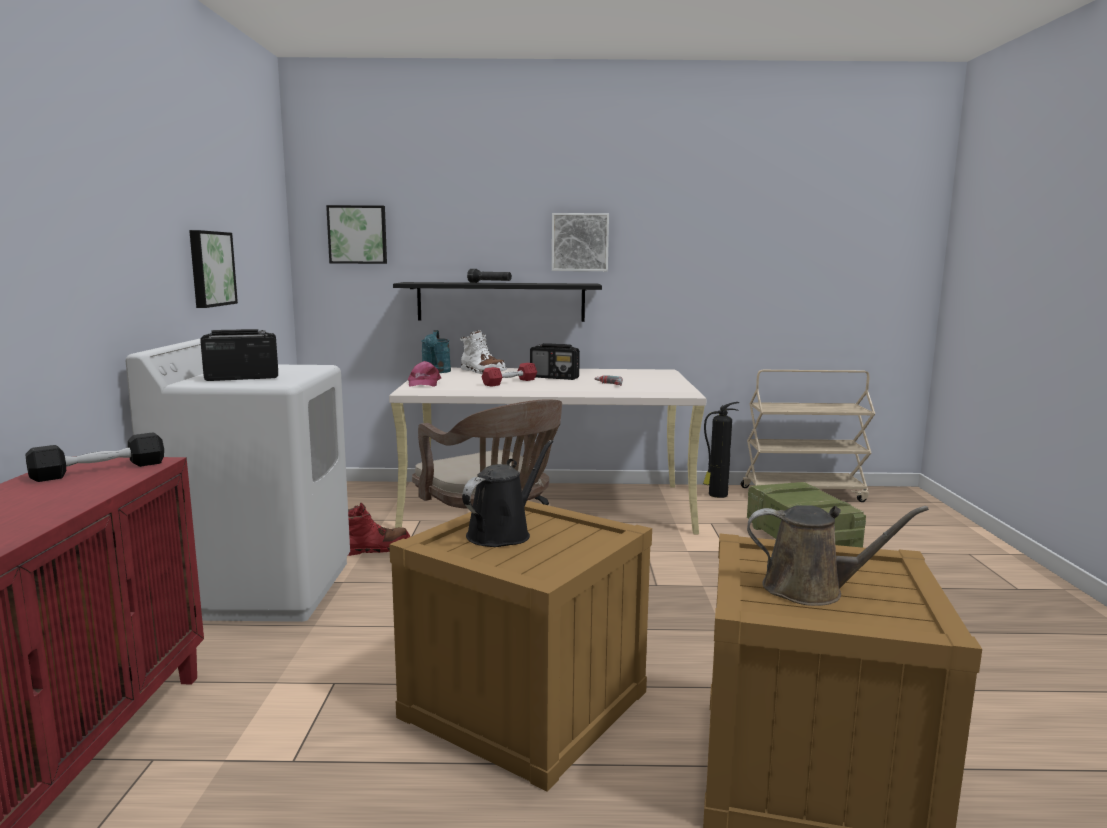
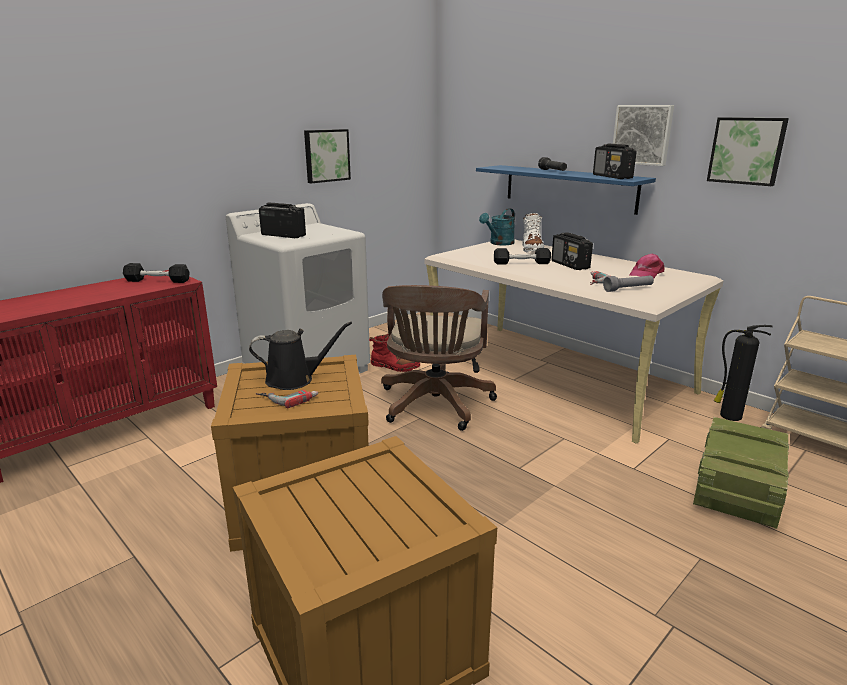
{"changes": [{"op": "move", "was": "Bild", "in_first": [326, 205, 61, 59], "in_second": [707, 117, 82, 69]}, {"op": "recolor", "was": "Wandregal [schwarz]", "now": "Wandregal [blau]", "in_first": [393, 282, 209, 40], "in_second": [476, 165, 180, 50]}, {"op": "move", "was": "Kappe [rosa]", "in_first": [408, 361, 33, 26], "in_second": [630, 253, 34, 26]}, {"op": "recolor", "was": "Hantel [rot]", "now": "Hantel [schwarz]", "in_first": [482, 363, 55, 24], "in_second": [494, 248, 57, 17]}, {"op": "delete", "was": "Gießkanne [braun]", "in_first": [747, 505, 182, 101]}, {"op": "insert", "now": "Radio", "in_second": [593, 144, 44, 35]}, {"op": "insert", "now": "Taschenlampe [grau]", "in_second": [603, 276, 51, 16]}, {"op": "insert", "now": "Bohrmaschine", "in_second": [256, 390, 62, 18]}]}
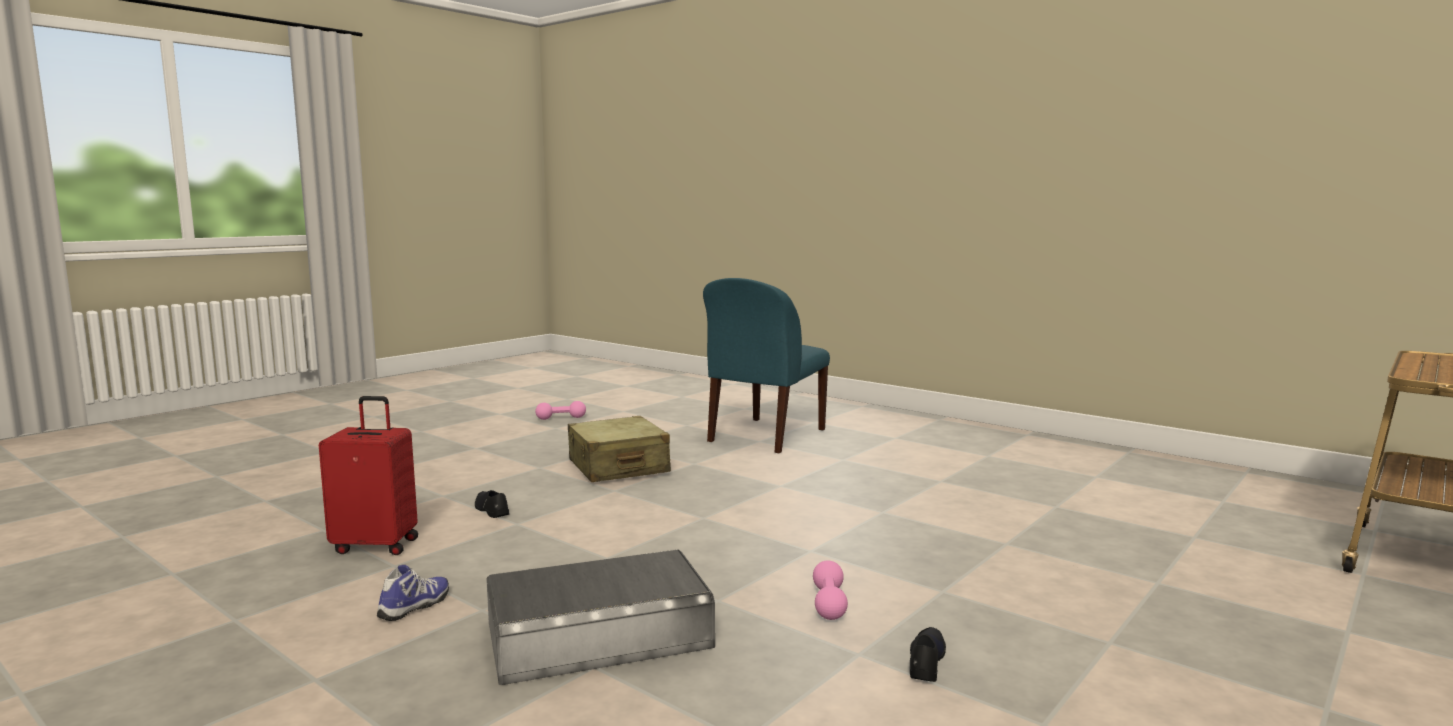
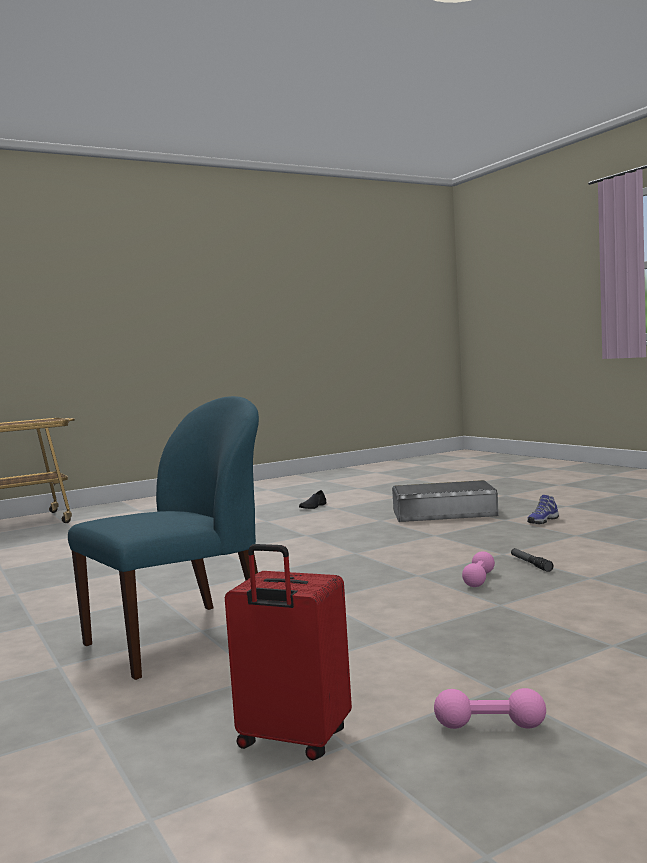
{"changes": [{"op": "move", "was": "Koffer [rot]", "in_first": [319, 396, 99, 159], "in_second": [225, 544, 127, 216]}, {"op": "delete", "was": "Koffer [beige]", "in_first": [568, 416, 103, 66]}, {"op": "replace", "was": "Schuh [schwarz]", "now": "Taschenlampe", "in_first": [475, 490, 34, 28], "in_second": [511, 548, 42, 24]}, {"op": "move", "was": "Hantel [rosa]", "in_first": [813, 560, 35, 60], "in_second": [462, 551, 33, 36]}]}
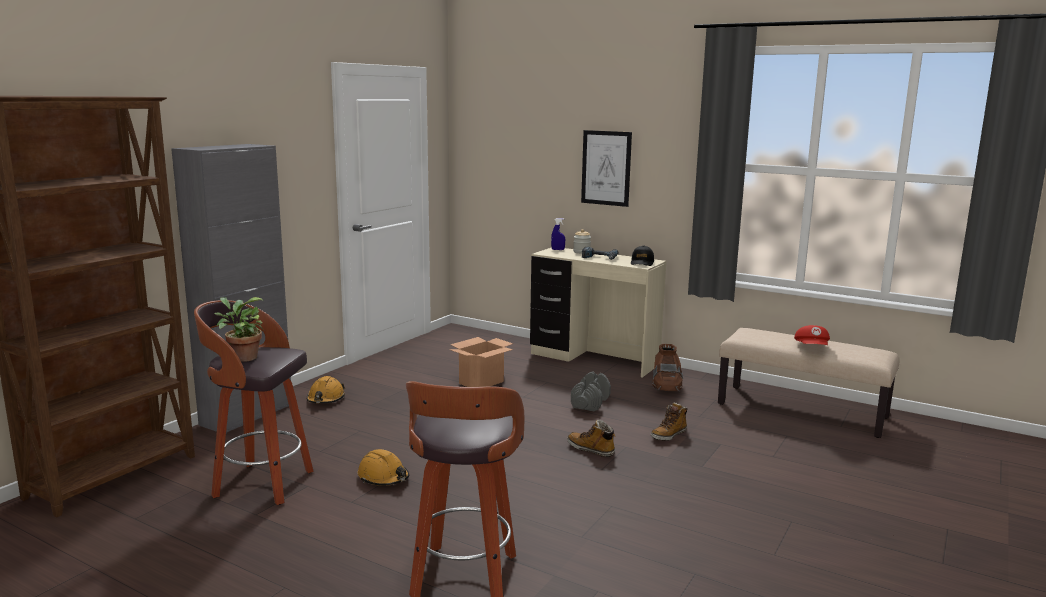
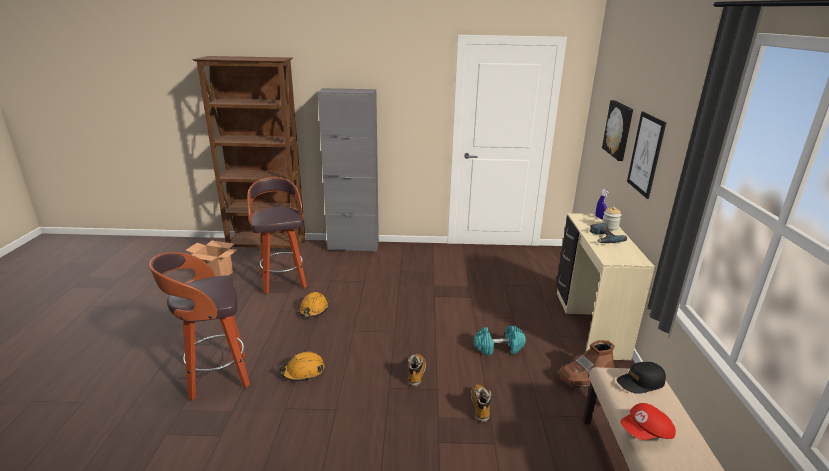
{"changes": [{"op": "move", "was": "Kappe [schwarz]", "in_first": [631, 246, 23, 20], "in_second": [617, 362, 49, 32]}, {"op": "delete", "was": "Topfpflanze", "in_first": [214, 297, 50, 65]}, {"op": "move", "was": "Karton", "in_first": [449, 337, 64, 50], "in_second": [186, 240, 51, 37]}, {"op": "recolor", "was": "Hantel [grau]", "now": "Hantel [türkis]", "in_first": [571, 371, 40, 41], "in_second": [474, 326, 52, 30]}, {"op": "move", "was": "Schutzhelm [orange]", "in_first": [307, 376, 38, 27], "in_second": [279, 352, 46, 29]}, {"op": "rotate", "was": "Stiefel", "in_first": [651, 402, 36, 39], "in_second": [471, 384, 21, 38], "clockwise": 75}, {"op": "insert", "now": "Bild", "in_second": [602, 100, 31, 61]}]}
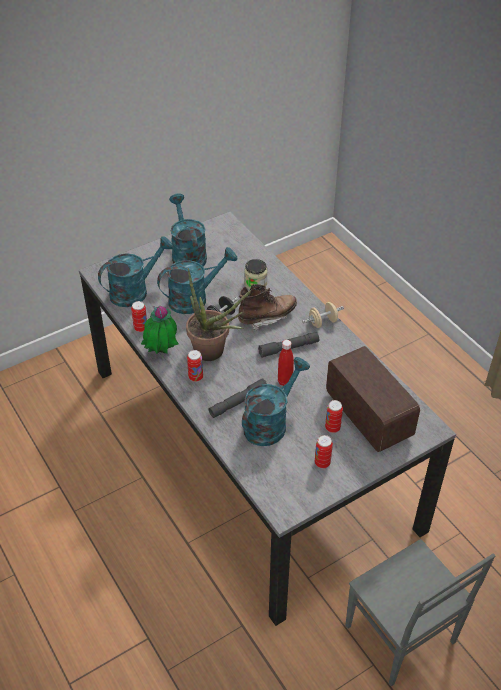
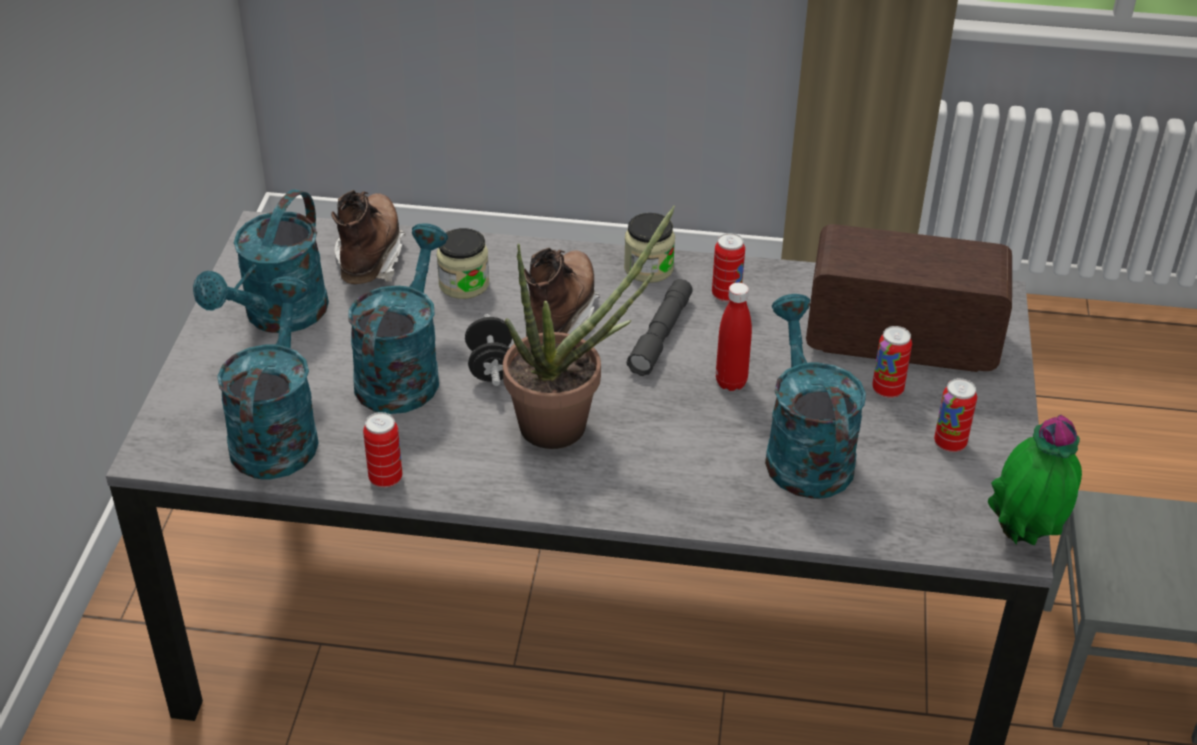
{"changes": [{"op": "rotate", "was": "Gießkanne [türkis]", "in_first": [169, 194, 38, 72], "in_second": [193, 189, 136, 144], "clockwise": -90}, {"op": "replace", "was": "Hantel [beige]", "now": "Vorratsglas", "in_first": [302, 302, 42, 26], "in_second": [624, 213, 51, 70]}, {"op": "move", "was": "Topfpflanze", "in_first": [141, 306, 38, 48], "in_second": [988, 415, 94, 130]}, {"op": "move", "was": "Dose", "in_first": [187, 350, 16, 32], "in_second": [712, 233, 33, 69]}, {"op": "delete", "was": "Taschenlampe [grau]", "in_first": [209, 378, 58, 40]}, {"op": "insert", "now": "Stiefel [braun]", "in_second": [331, 190, 74, 94]}]}
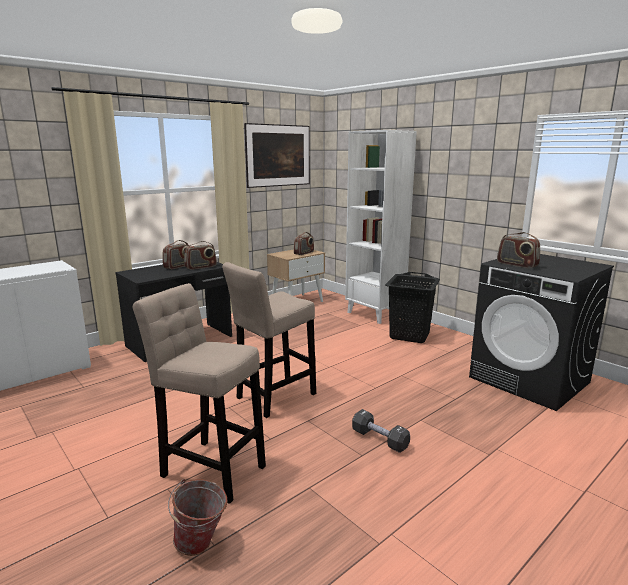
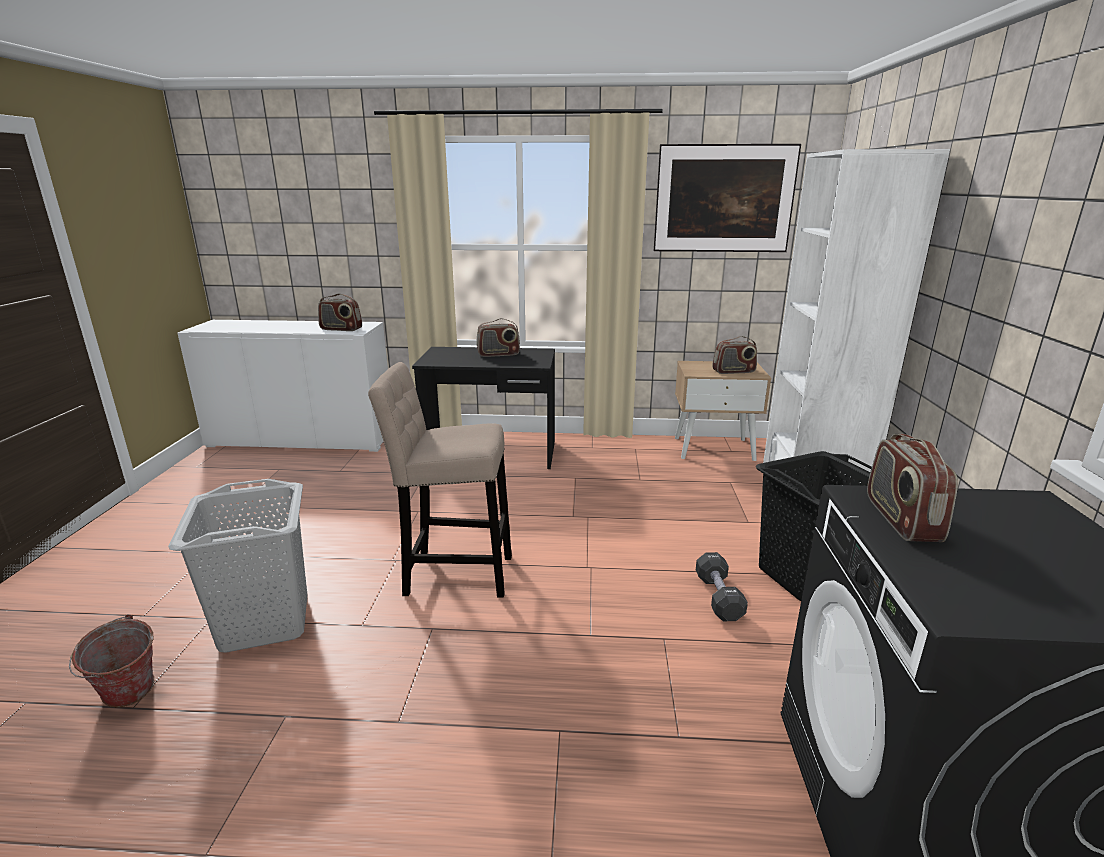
{"changes": [{"op": "move", "was": "Radio", "in_first": [184, 241, 33, 29], "in_second": [318, 294, 44, 37]}, {"op": "replace", "was": "Hocker [beige]", "now": "Wäschekorb [grau]", "in_first": [133, 283, 133, 221], "in_second": [168, 479, 139, 174]}, {"op": "move", "was": "Hantel [schwarz]", "in_first": [352, 409, 58, 44], "in_second": [696, 552, 52, 69]}]}
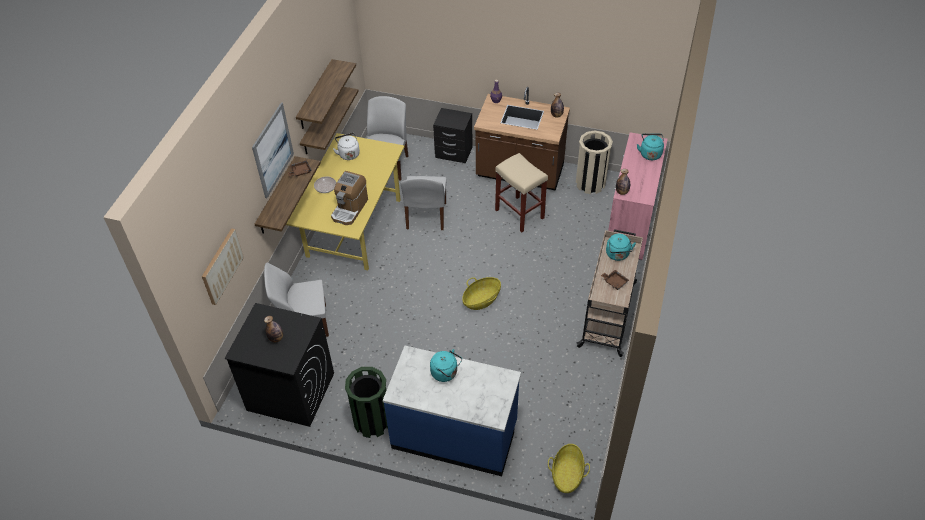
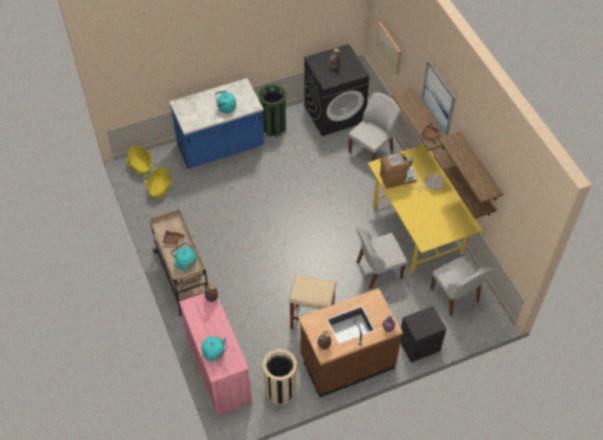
{"changes": [{"op": "delete", "was": "Wasserkessel [weiß]", "in_first": [333, 133, 27, 27]}, {"op": "rotate", "was": "Kaffeemaschine", "in_first": [331, 171, 37, 54], "in_second": [380, 153, 37, 36], "clockwise": 90}, {"op": "rotate", "was": "Stuhl [weiß]", "in_first": [400, 176, 46, 54], "in_second": [356, 227, 51, 62], "clockwise": -75}, {"op": "move", "was": "Korb", "in_first": [462, 277, 39, 33], "in_second": [144, 167, 29, 31]}]}
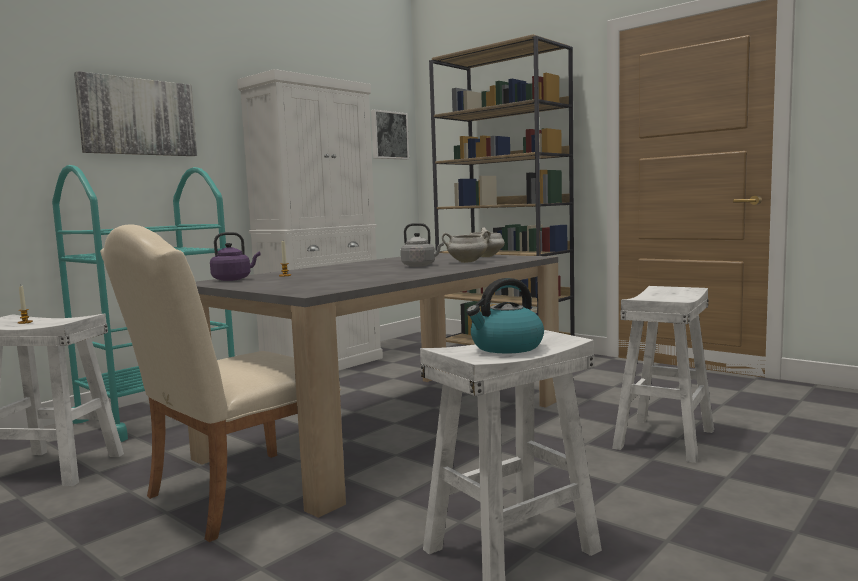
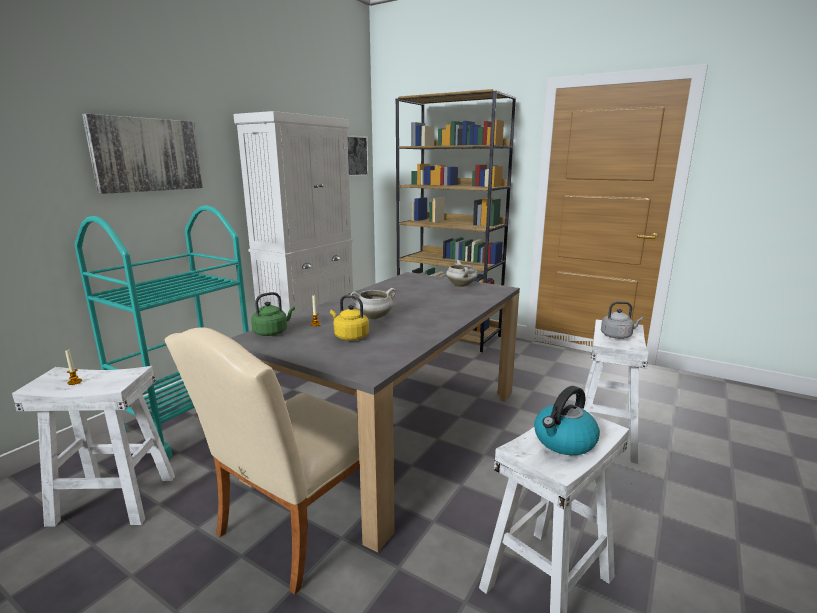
{"changes": [{"op": "move", "was": "Wasserkessel [grau]", "in_first": [401, 223, 43, 44], "in_second": [601, 301, 42, 38]}, {"op": "move", "was": "Kochtopf [weiß]", "in_first": [442, 230, 49, 33], "in_second": [351, 288, 45, 31]}, {"op": "recolor", "was": "Wasserkessel [lila]", "now": "Wasserkessel [grün]", "in_first": [210, 232, 51, 49], "in_second": [251, 292, 44, 44]}, {"op": "insert", "now": "Wasserkessel [gelb]", "in_second": [330, 295, 39, 46]}]}
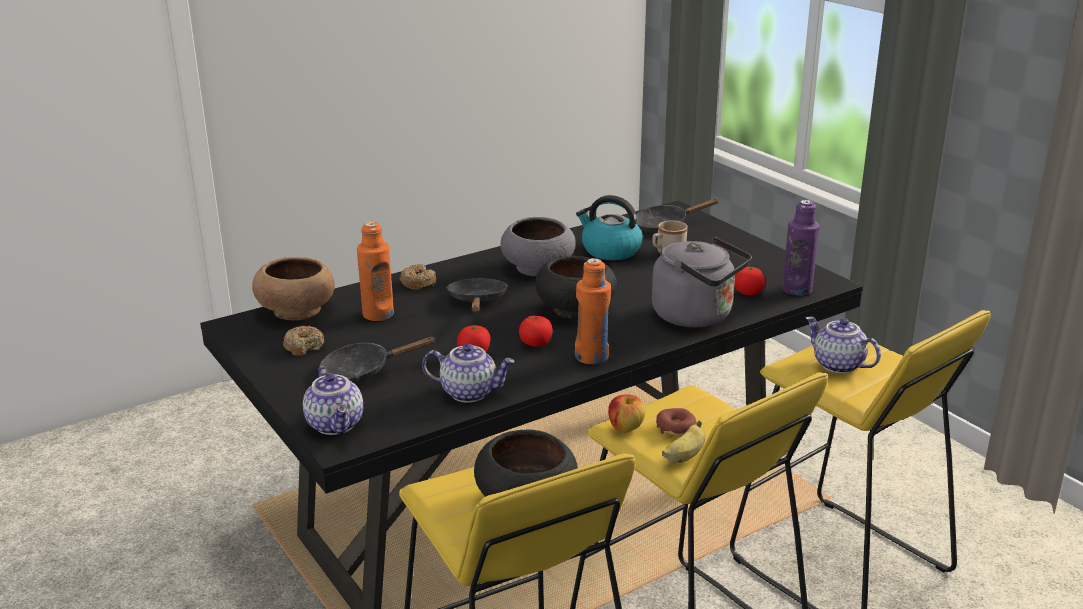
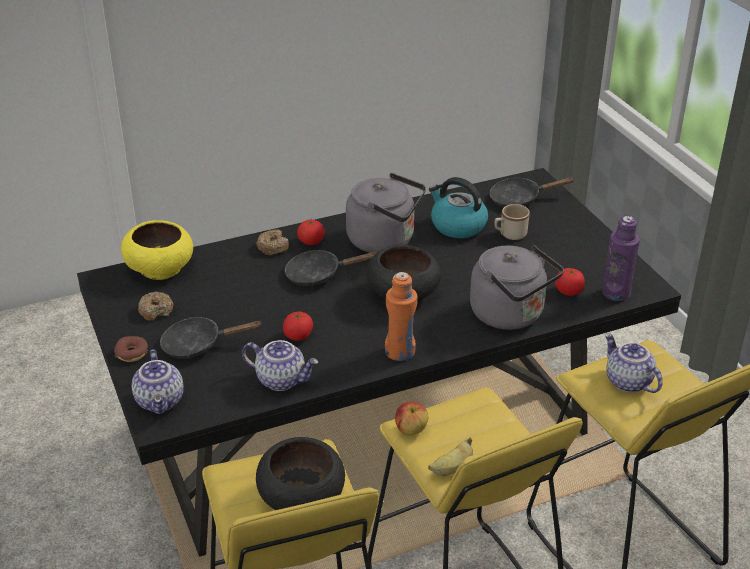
{"changes": [{"op": "replace", "was": "Schüssel [grau]", "now": "Wasserkessel [grau]", "in_first": [500, 217, 76, 59], "in_second": [346, 173, 80, 80]}, {"op": "delete", "was": "Flasche [orange]", "in_first": [357, 222, 37, 99]}, {"op": "recolor", "was": "Schüssel [braun]", "now": "Schüssel [gelb]", "in_first": [252, 257, 83, 63], "in_second": [121, 220, 72, 60]}, {"op": "rotate", "was": "Pfanne [schwarz]", "in_first": [446, 278, 62, 34], "in_second": [285, 250, 92, 36], "clockwise": -105}, {"op": "move", "was": "Tomate", "in_first": [519, 316, 34, 31], "in_second": [297, 219, 28, 26]}, {"op": "move", "was": "Donut", "in_first": [656, 408, 41, 29], "in_second": [114, 336, 34, 26]}]}
